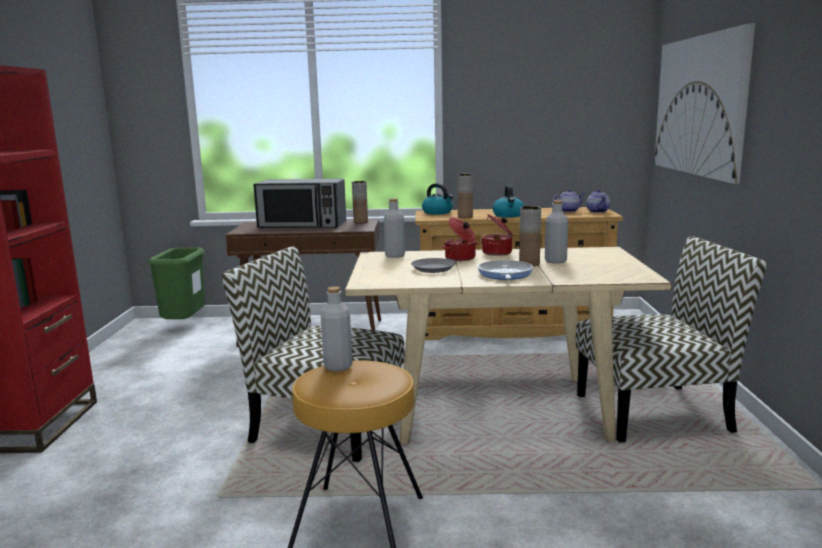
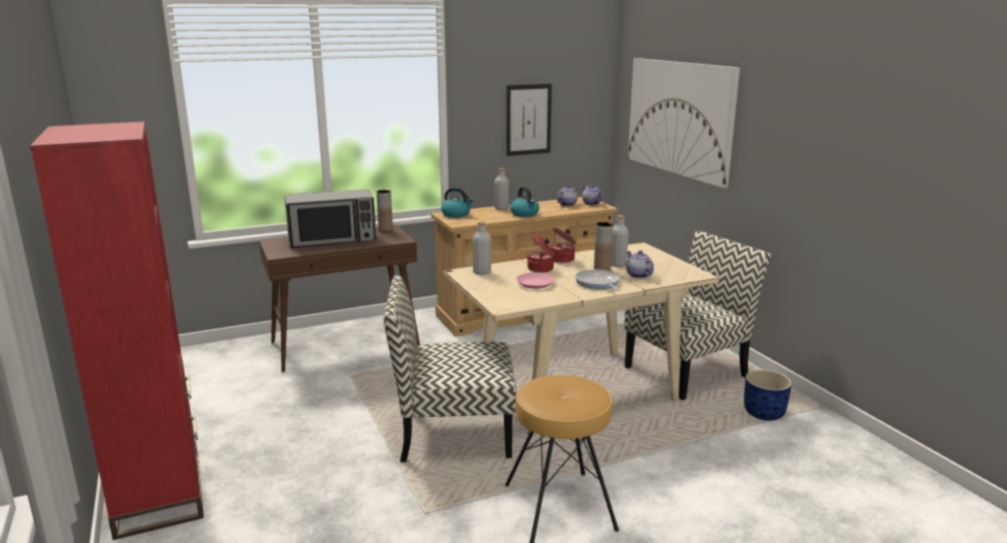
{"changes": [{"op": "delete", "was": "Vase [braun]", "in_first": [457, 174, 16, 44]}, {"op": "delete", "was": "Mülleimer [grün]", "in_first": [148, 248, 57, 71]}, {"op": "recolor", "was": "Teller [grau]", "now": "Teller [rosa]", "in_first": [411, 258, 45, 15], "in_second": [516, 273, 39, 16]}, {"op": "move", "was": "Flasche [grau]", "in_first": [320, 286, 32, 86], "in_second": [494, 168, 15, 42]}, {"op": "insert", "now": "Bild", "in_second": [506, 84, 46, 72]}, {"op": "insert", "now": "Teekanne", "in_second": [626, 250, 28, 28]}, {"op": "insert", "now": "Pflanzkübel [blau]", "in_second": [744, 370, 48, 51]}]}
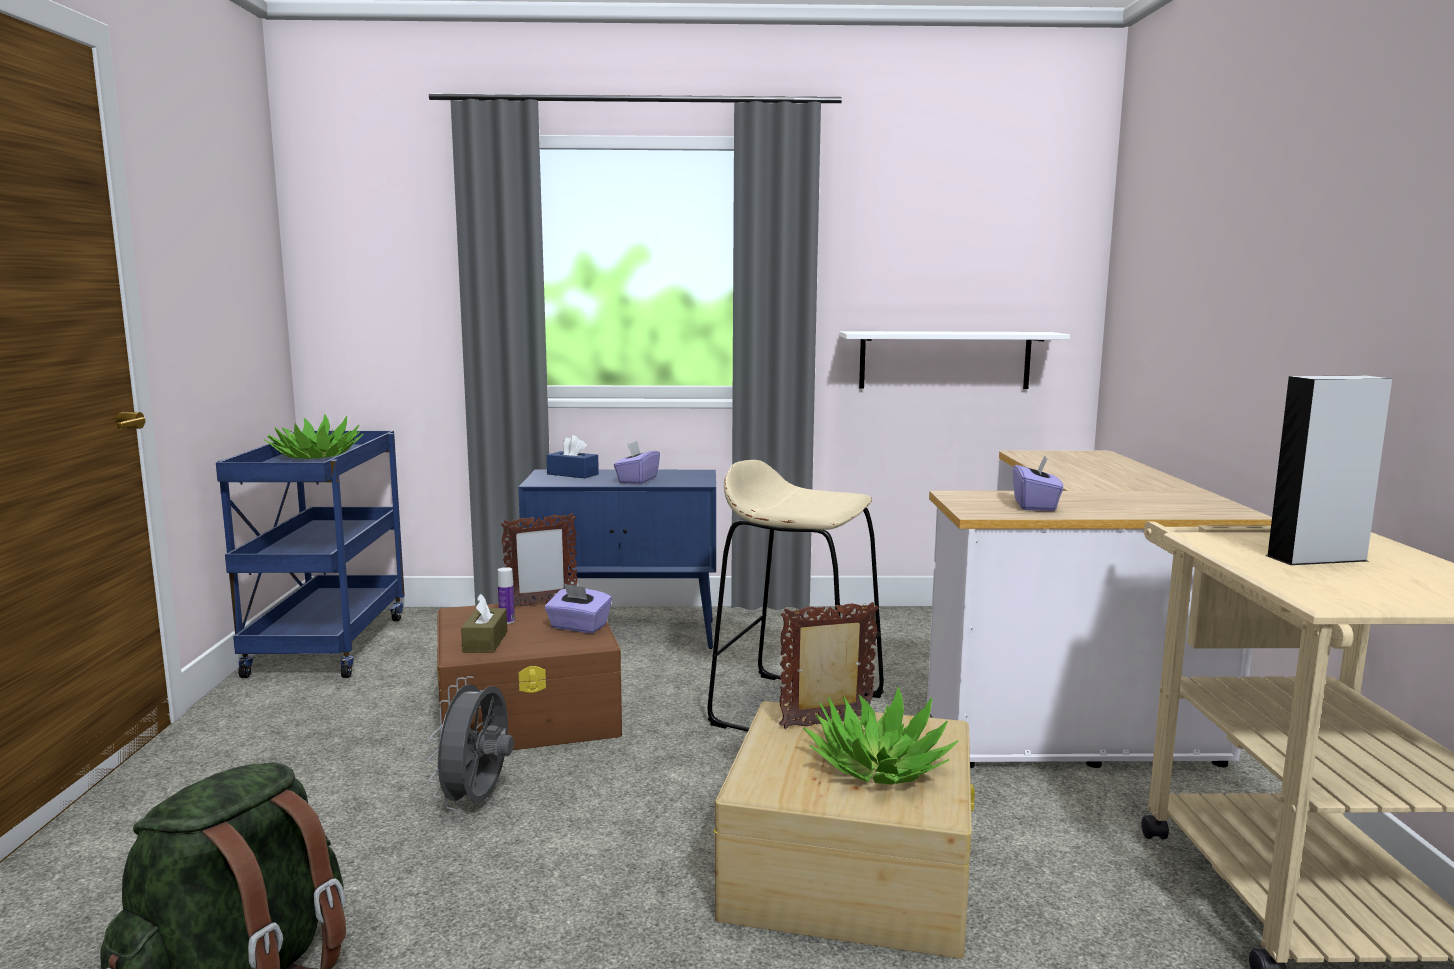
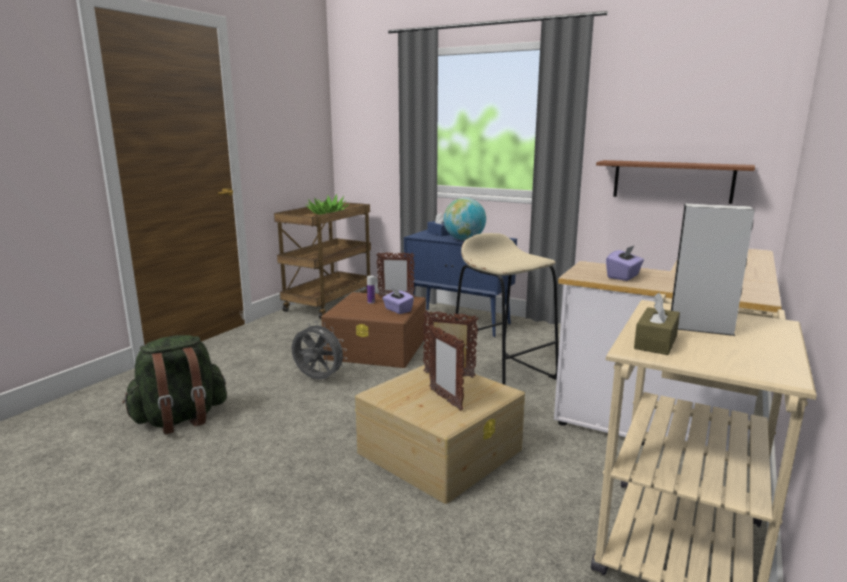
{"changes": [{"op": "recolor", "was": "Wandregal [weiß]", "now": "Wandregal [braun]", "in_first": [840, 331, 230, 58], "in_second": [596, 160, 159, 44]}, {"op": "recolor", "was": "Rollwagen [blau]", "now": "Rollwagen [braun]", "in_first": [216, 431, 189, 247], "in_second": [274, 202, 97, 117]}, {"op": "replace", "was": "Taschentuchbox [lila]", "now": "Globus", "in_first": [614, 441, 46, 43], "in_second": [444, 197, 42, 43]}, {"op": "move", "was": "Taschentuchbox [braun]", "in_first": [461, 594, 46, 59], "in_second": [634, 293, 46, 62]}, {"op": "rotate", "was": "Ventilator [grau]", "in_first": [427, 676, 87, 134], "in_second": [292, 321, 55, 59], "clockwise": 75}, {"op": "replace", "was": "Topfpflanze", "now": "Bilderrahmen", "in_first": [803, 687, 155, 98], "in_second": [429, 324, 36, 87]}]}
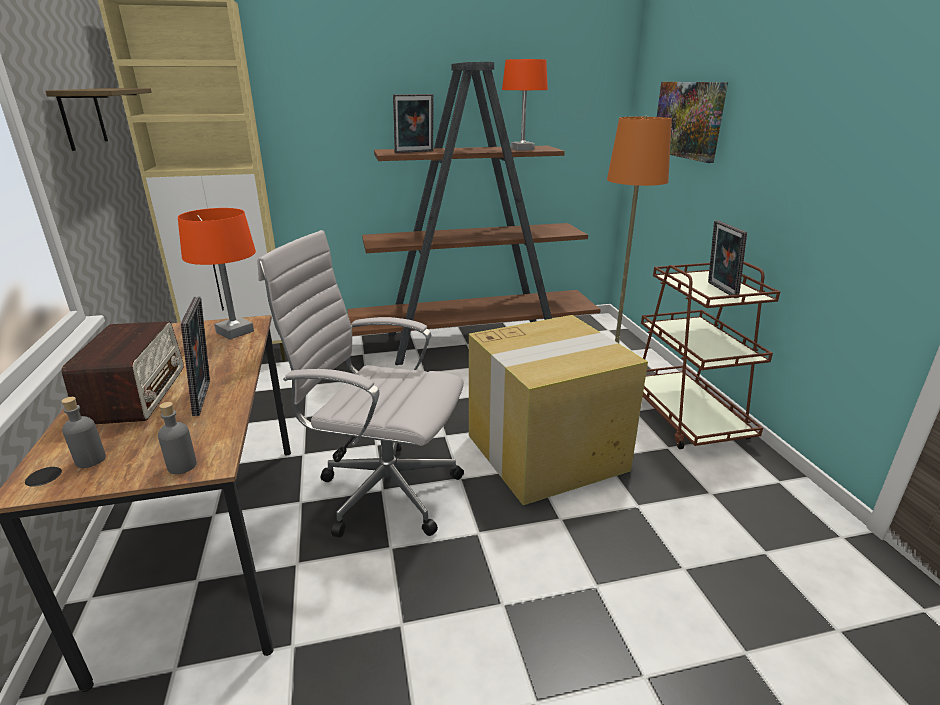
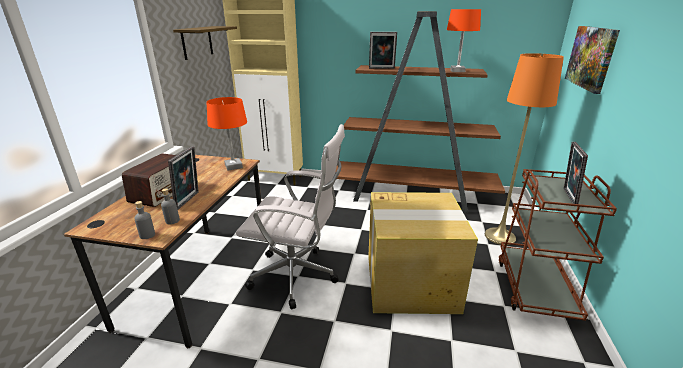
{"changes": [{"op": "rotate", "was": "Bürostuhl [weiß]", "in_first": [257, 230, 207, 308], "in_second": [236, 124, 109, 185], "clockwise": 150}, {"op": "move", "was": "Flasche [grau]", "in_first": [61, 397, 45, 71], "in_second": [161, 188, 19, 37]}]}
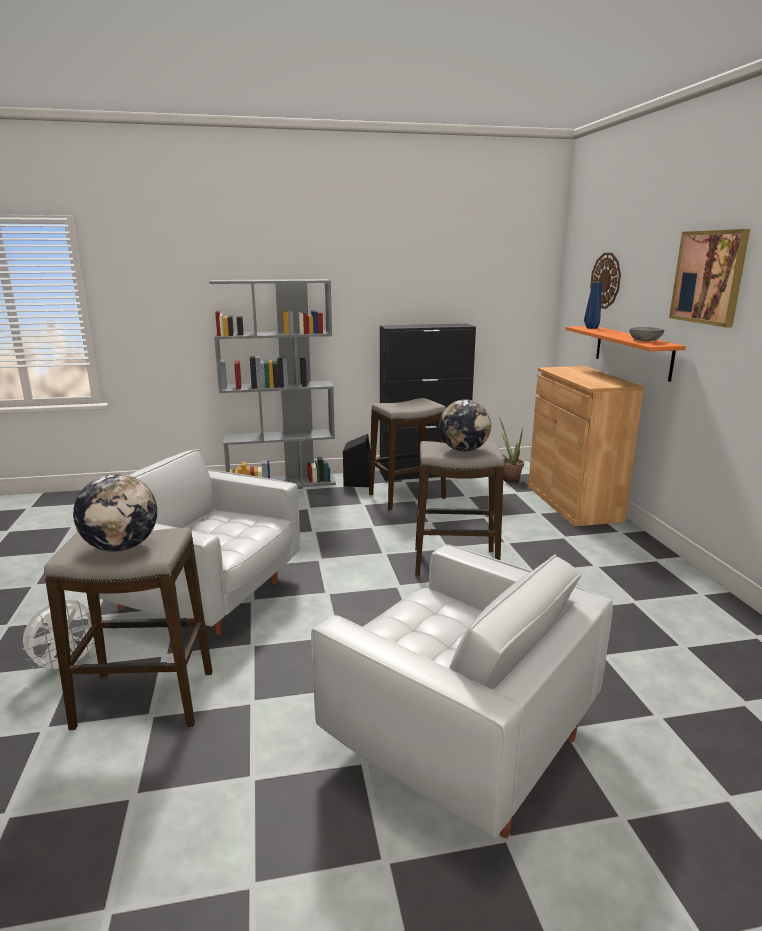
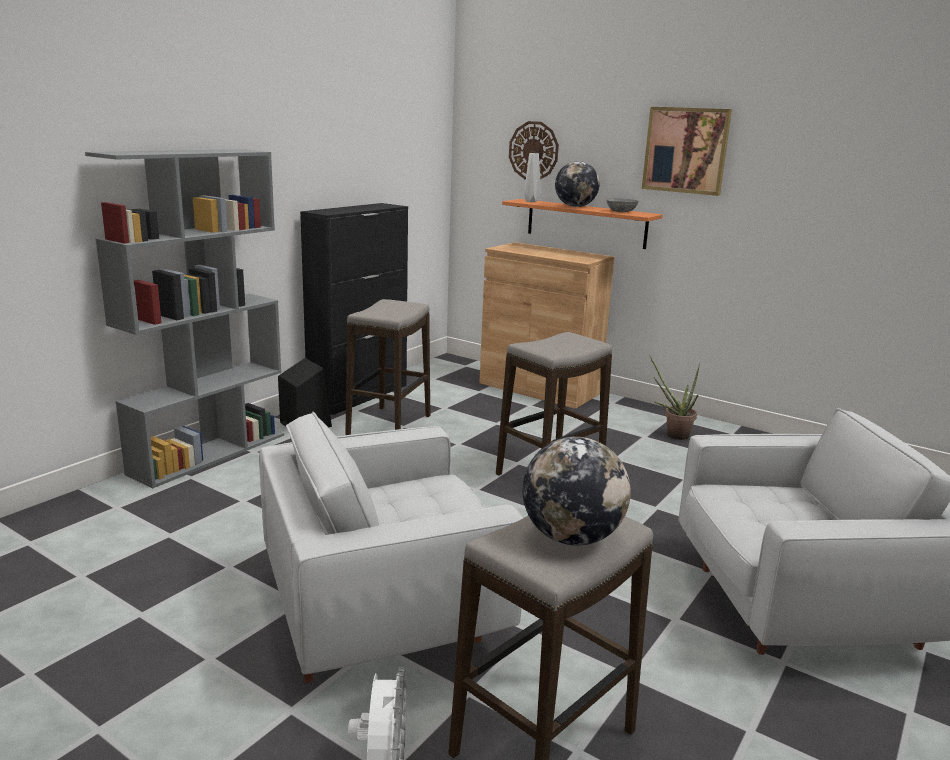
{"changes": [{"op": "recolor", "was": "Vase [blau]", "now": "Vase [grau]", "in_first": [584, 282, 18, 47], "in_second": [524, 153, 17, 49]}, {"op": "move", "was": "Globus", "in_first": [439, 399, 52, 53], "in_second": [555, 161, 45, 46]}, {"op": "move", "was": "Topfpflanze", "in_first": [499, 417, 25, 66], "in_second": [650, 356, 50, 84]}]}
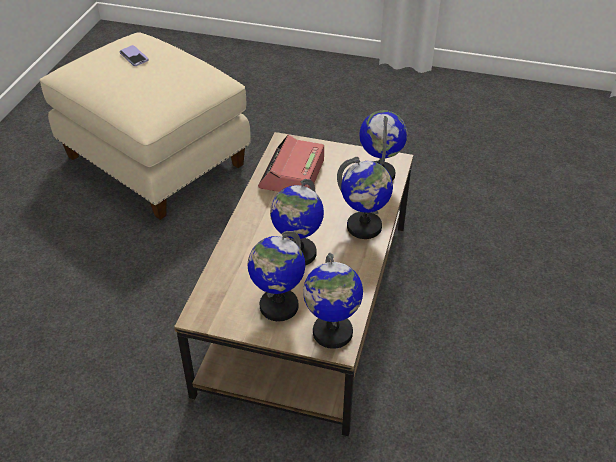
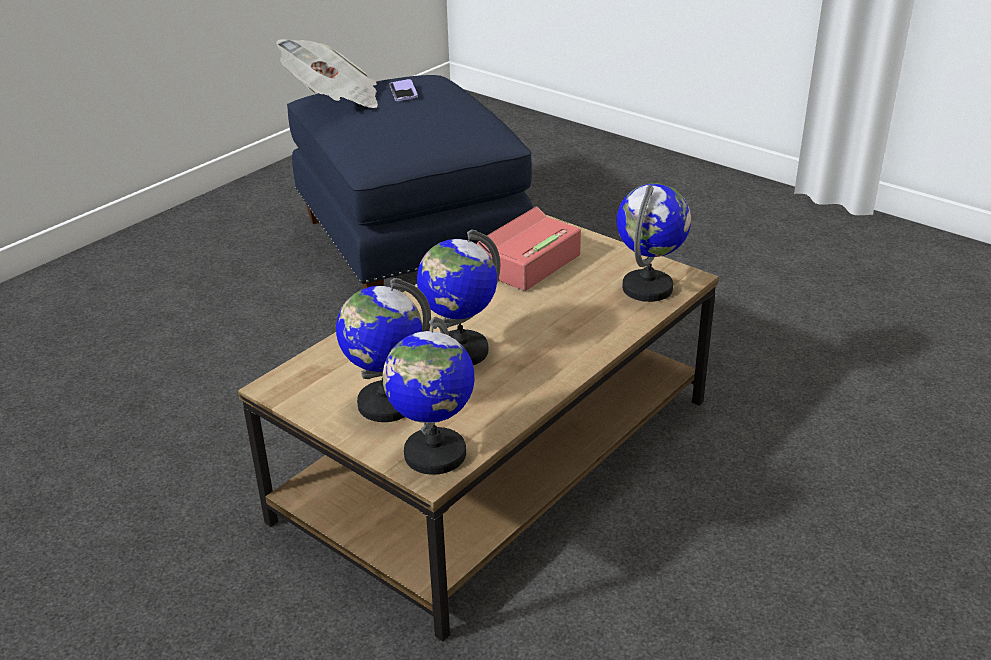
{"changes": [{"op": "recolor", "was": "Polsterhocker [beige]", "now": "Polsterhocker [blau]", "in_first": [40, 32, 211, 188], "in_second": [287, 75, 246, 213]}, {"op": "delete", "was": "Globus", "in_first": [337, 157, 56, 82]}, {"op": "insert", "now": "Zeitung", "in_second": [276, 39, 102, 69]}]}
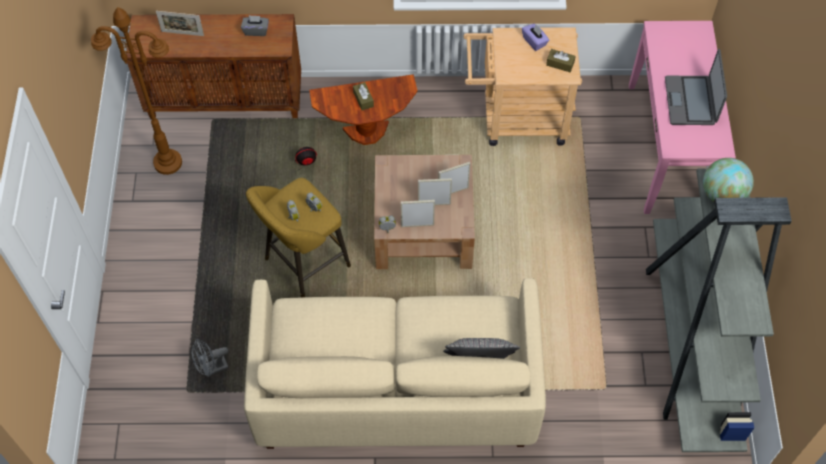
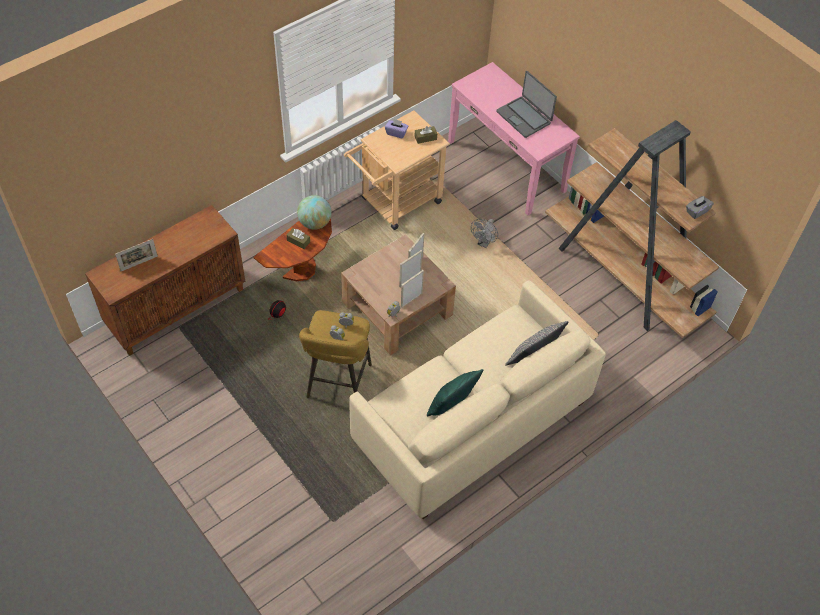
{"changes": [{"op": "delete", "was": "Stehlampe [braun]", "in_first": [91, 7, 91, 168]}, {"op": "move", "was": "Taschentuchbox [grau]", "in_first": [241, 15, 28, 21], "in_second": [686, 196, 28, 23]}, {"op": "move", "was": "Globus", "in_first": [703, 158, 51, 44], "in_second": [297, 195, 35, 35]}, {"op": "recolor", "was": "Bücherregal [grau]", "now": "Bücherregal [braun]", "in_first": [646, 168, 146, 284], "in_second": [545, 120, 174, 218]}, {"op": "move", "was": "Ventilator [grau]", "in_first": [191, 339, 38, 38], "in_second": [471, 219, 27, 29]}, {"op": "insert", "now": "Kissen [grün]", "in_second": [427, 369, 56, 47]}]}
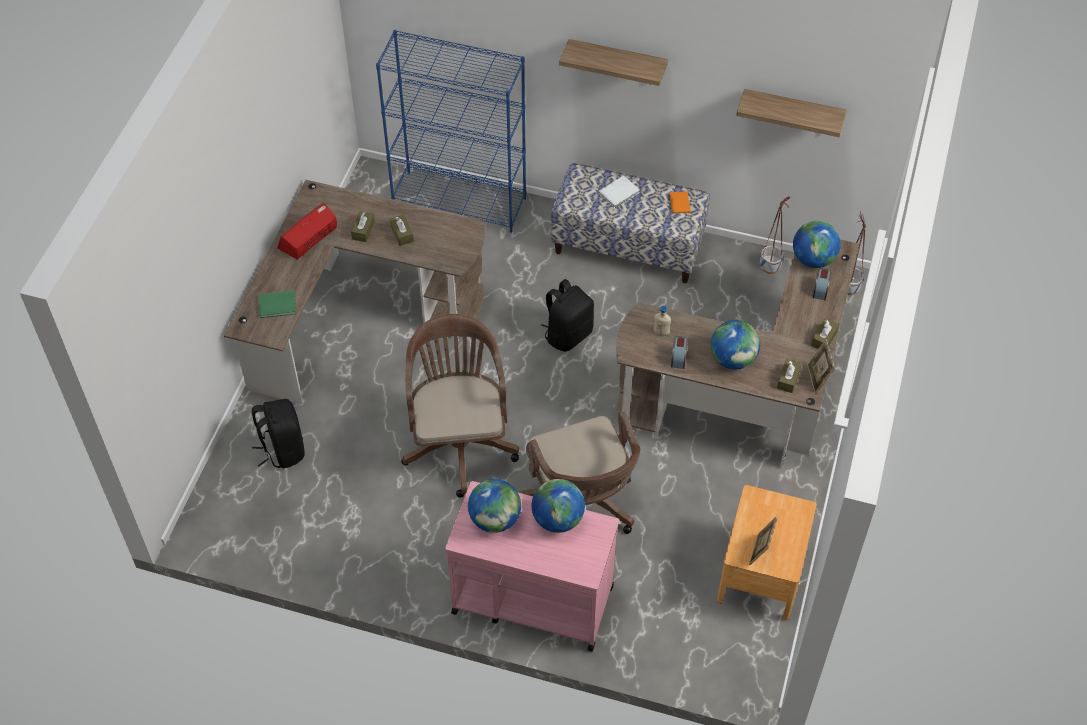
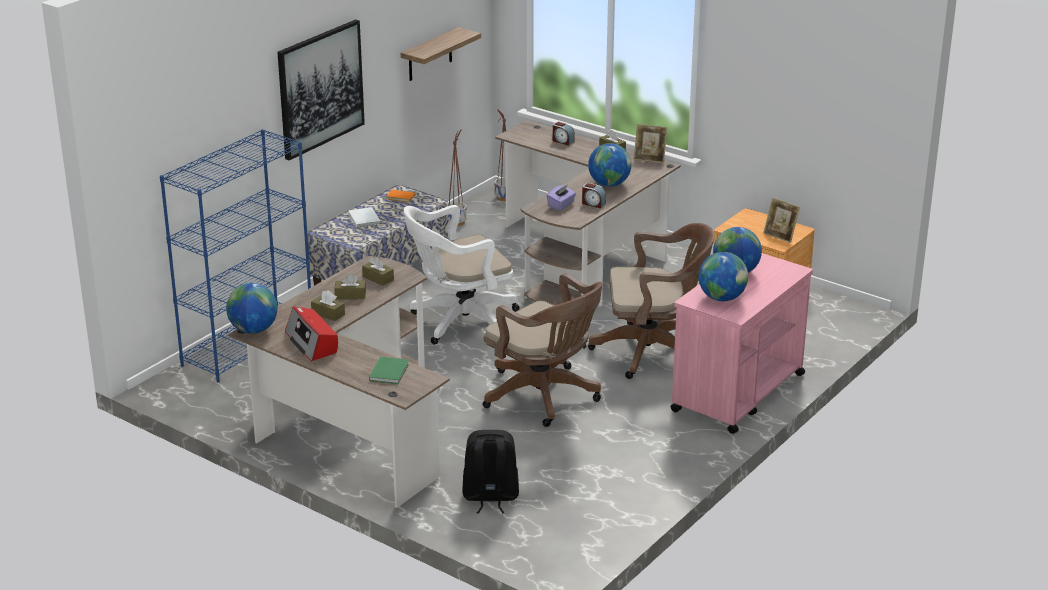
{"changes": [{"op": "replace", "was": "Wandregal", "now": "Bild", "in_first": [559, 39, 109, 47], "in_second": [278, 19, 87, 141]}, {"op": "move", "was": "Globus", "in_first": [793, 221, 48, 47], "in_second": [226, 283, 51, 51]}, {"op": "replace", "was": "Rucksack [schwarz]", "now": "Bürostuhl [weiß]", "in_first": [541, 279, 53, 73], "in_second": [404, 205, 115, 139]}, {"op": "replace", "was": "Flasche [beige]", "now": "Taschentuchbox [lila]", "in_first": [654, 306, 17, 30], "in_second": [547, 185, 29, 25]}, {"op": "rotate", "was": "Bürostuhl [braun]", "in_first": [401, 314, 118, 184], "in_second": [483, 273, 119, 154], "clockwise": -150}, {"op": "move", "was": "Taschentuchbox [braun]", "in_first": [777, 358, 25, 35], "in_second": [362, 257, 32, 29]}]}
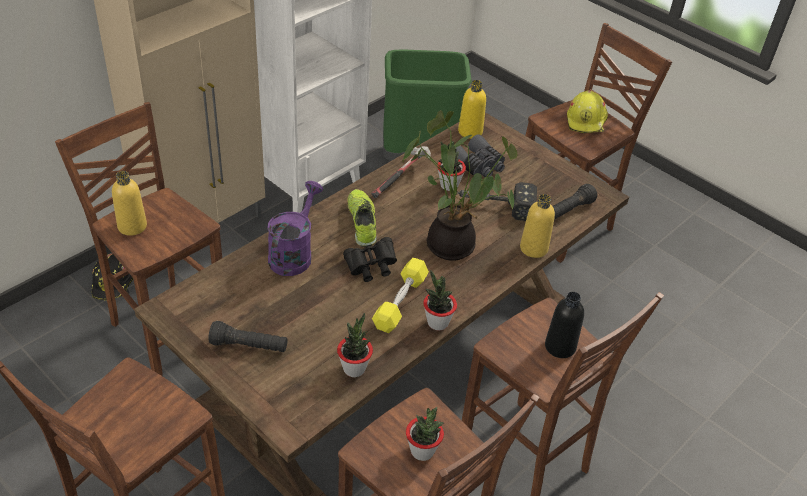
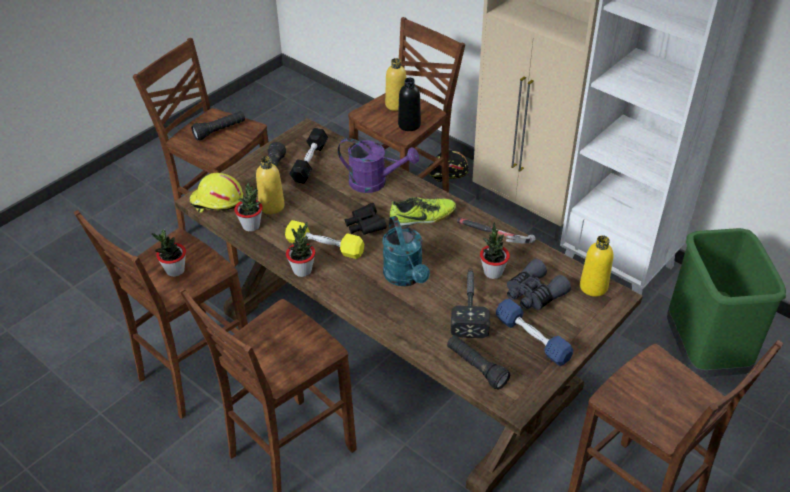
{"changes": [{"op": "move", "was": "Schutzhelm [gelb]", "in_first": [567, 90, 41, 43], "in_second": [190, 173, 53, 40]}, {"op": "replace", "was": "Topfpflanze", "now": "Gießkanne [türkis]", "in_first": [403, 110, 114, 151], "in_second": [382, 216, 48, 70]}, {"op": "move", "was": "Flasche [gelb]", "in_first": [520, 194, 35, 64], "in_second": [256, 156, 29, 58]}, {"op": "move", "was": "Flasche [schwarz]", "in_first": [545, 292, 39, 66], "in_second": [398, 78, 23, 53]}, {"op": "insert", "now": "Taschenlampe [schwarz]", "in_second": [191, 111, 54, 30]}, {"op": "insert", "now": "Hantel [schwarz]", "in_second": [289, 128, 39, 55]}, {"op": "insert", "now": "Hantel [blau]", "in_second": [496, 299, 77, 67]}]}
